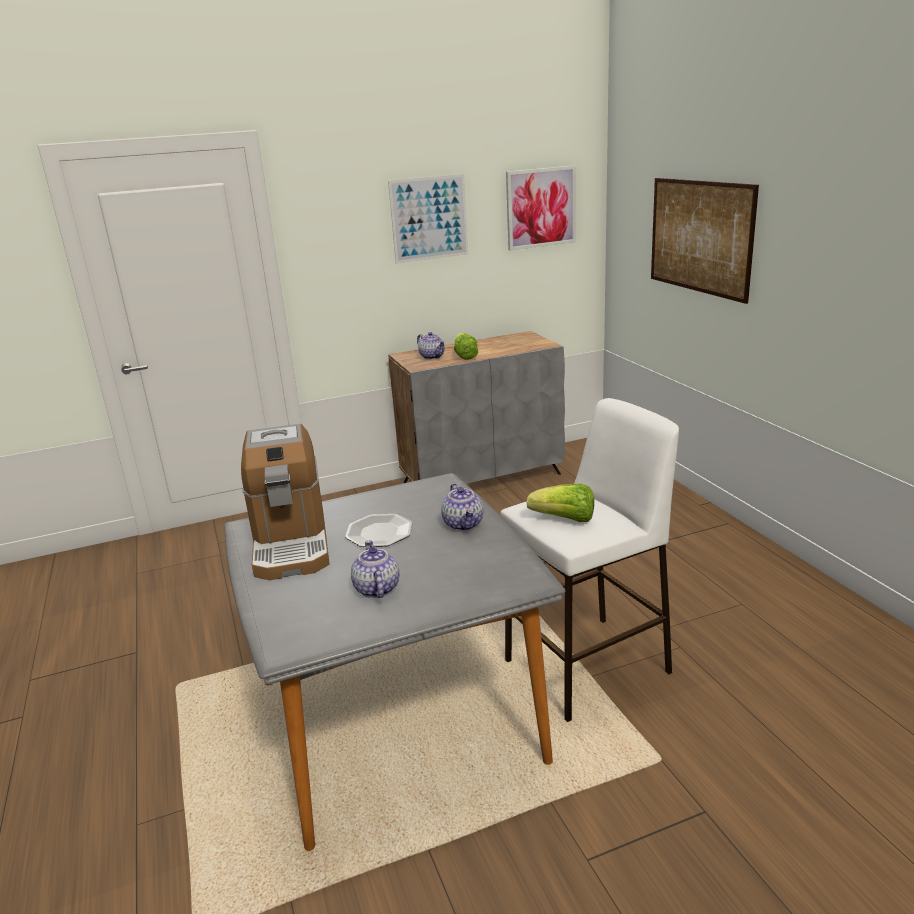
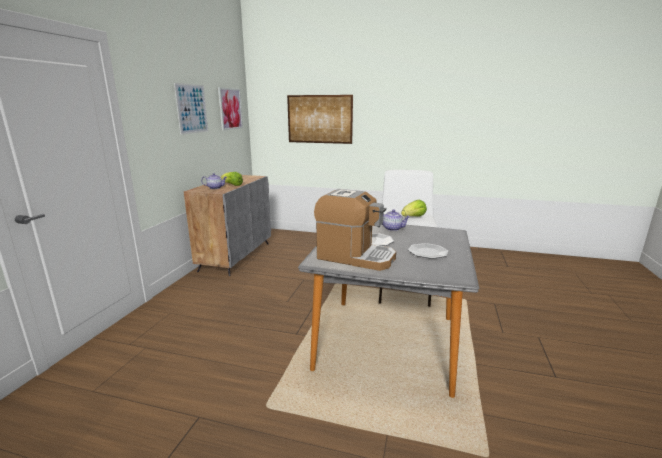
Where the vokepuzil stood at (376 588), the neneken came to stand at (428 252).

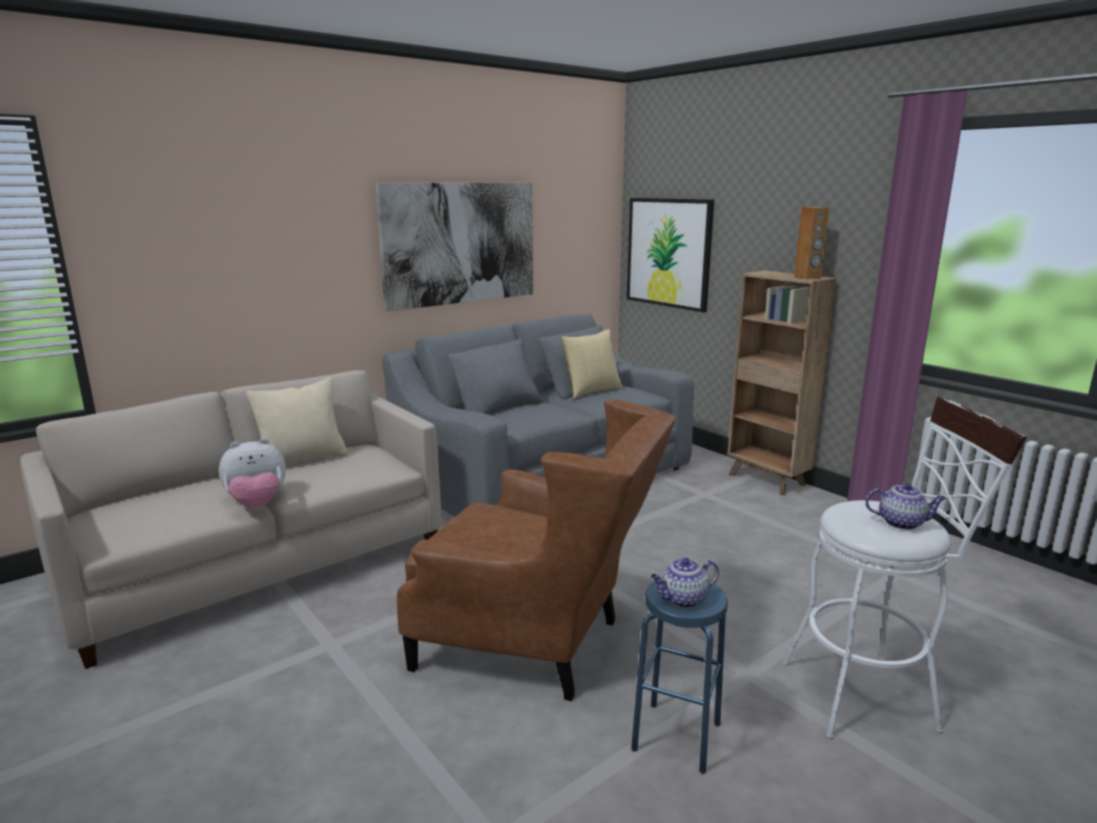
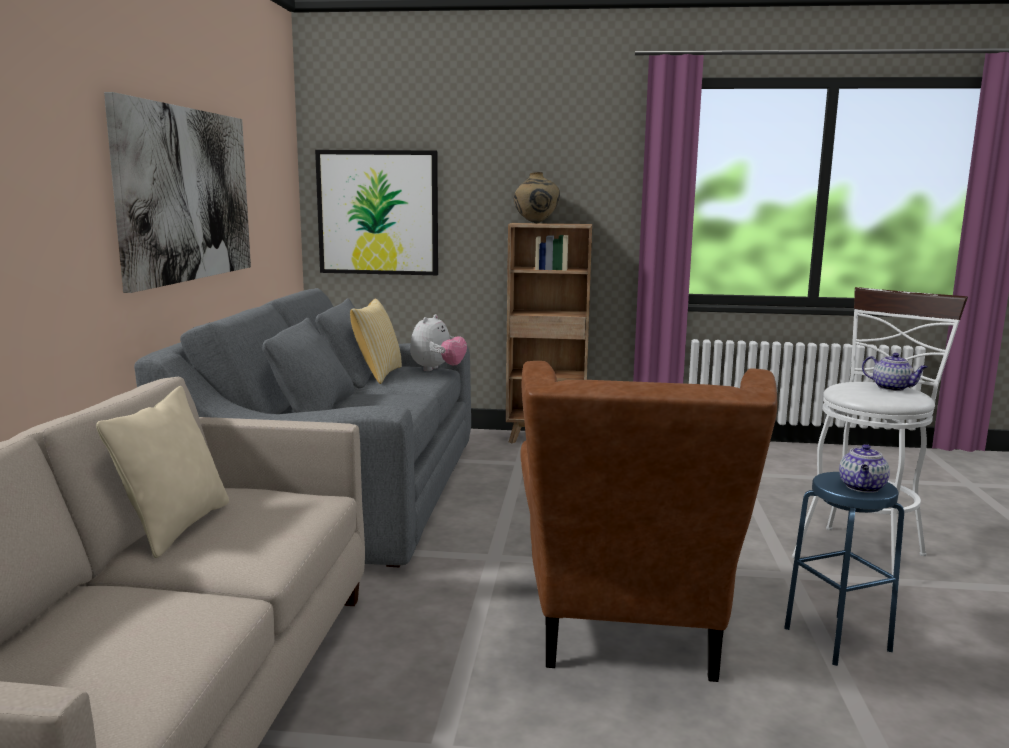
The second view lost the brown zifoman at (808 277). The second view gained the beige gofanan at (535 223). The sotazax ended up elsewhere, having gone from (257 505) to (437 369). The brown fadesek at (538 644) ended up facing another way, 120 degrees clockwise from before. The vokepuzil at (902 523) ended up facing another way, 75 degrees clockwise from before.

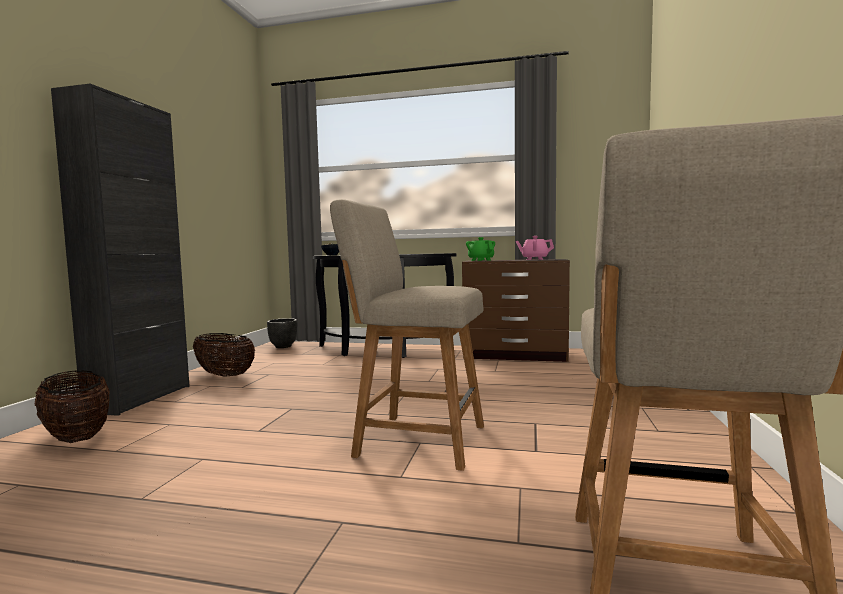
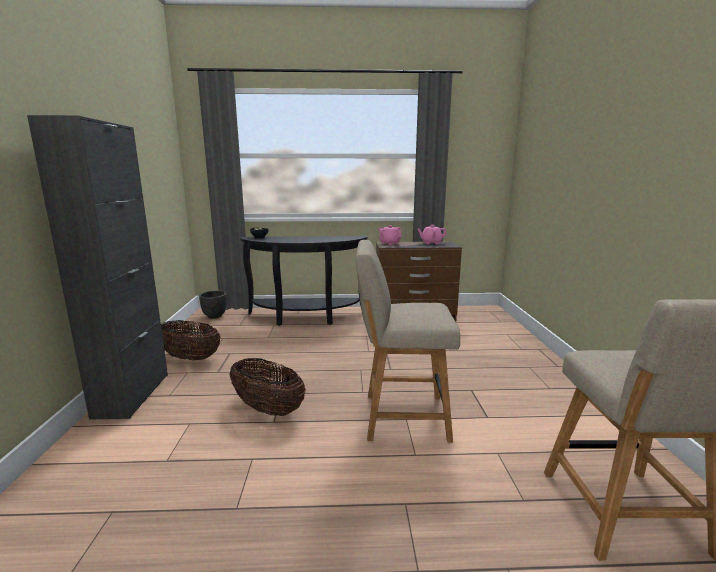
The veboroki ended up elsewhere, having gone from (77 437) to (268 409). What was the green vokepuzil at (480 260) turned into the pink vokepuzil at (389 243).

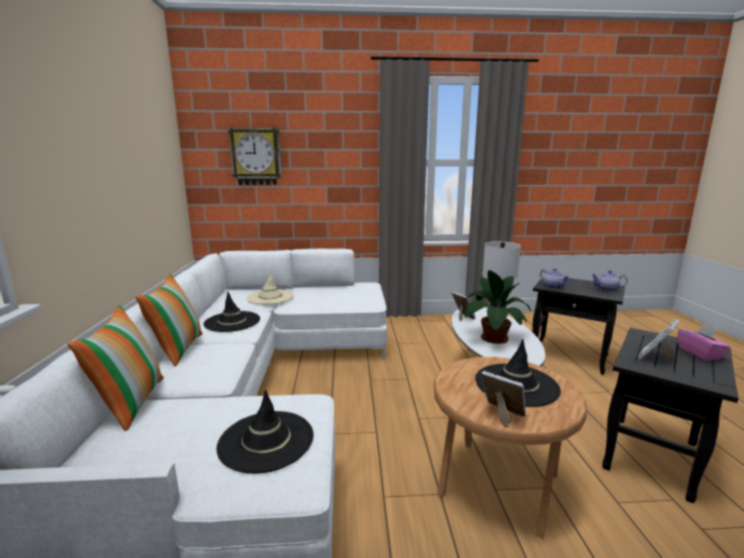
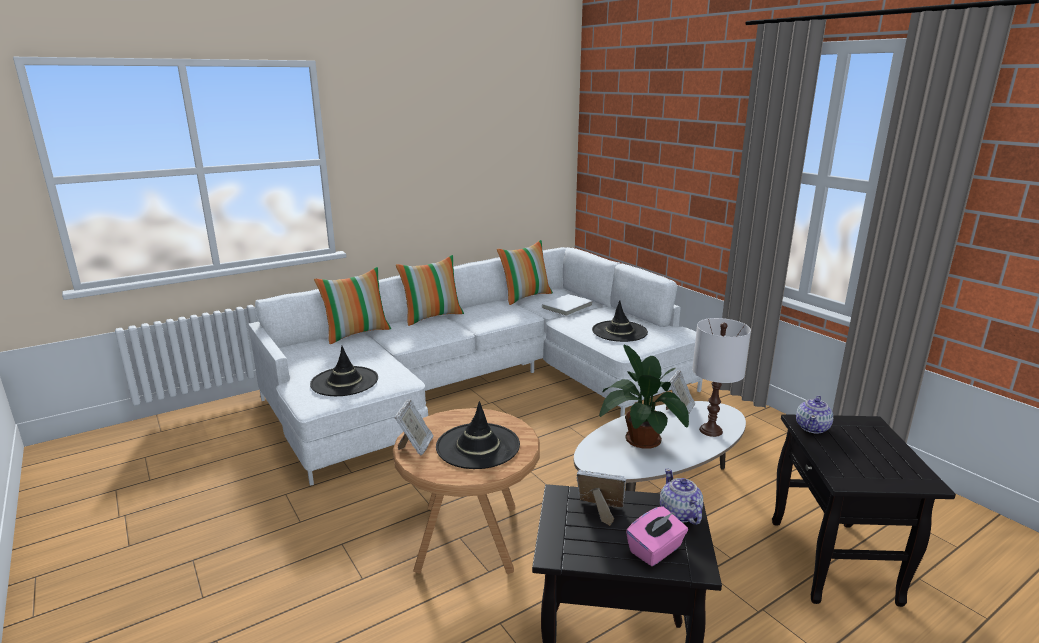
The second view lost the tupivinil at (256 156). The second view gained the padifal at (525 296). The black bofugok ended up elsewhere, having gone from (232 322) to (619 331). The vokepuzil ended up elsewhere, having gone from (607 289) to (679 514). Where the beige bofugok stood at (270 297), the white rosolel came to stand at (568 307).

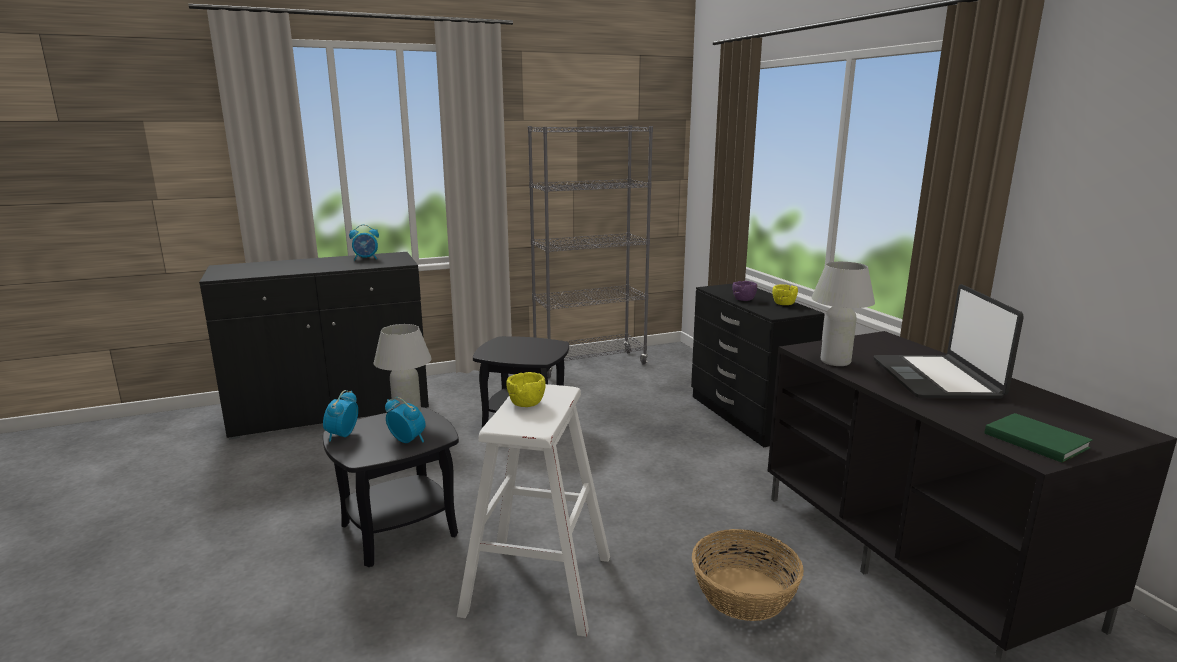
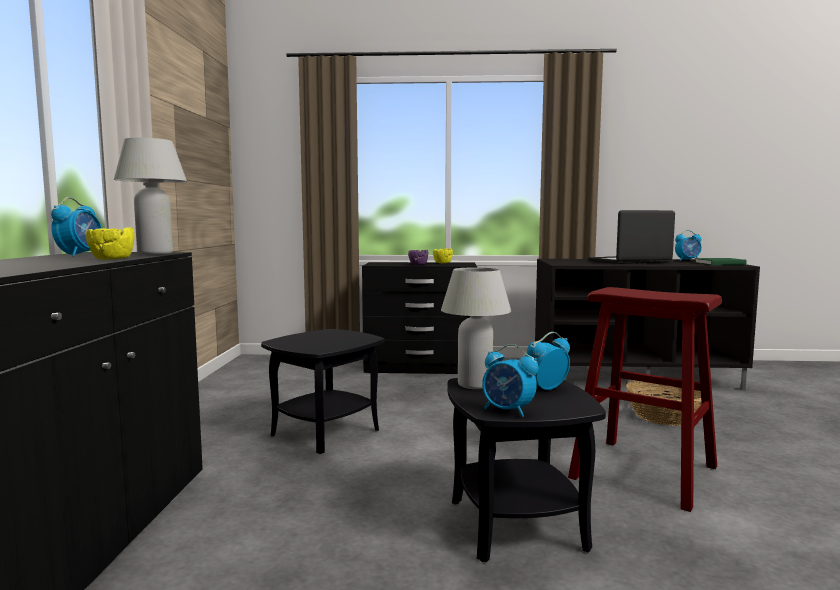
The second view lost the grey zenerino at (590 364). The second view gained the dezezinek at (688 260). The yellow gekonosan ended up elsewhere, having gone from (526 403) to (112 259). The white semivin ended up elsewhere, having gone from (835 362) to (155 253). What was the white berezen at (538 585) turned into the red berezen at (643 472). The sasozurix at (936 379) ended up facing another way, 135 degrees clockwise from before.

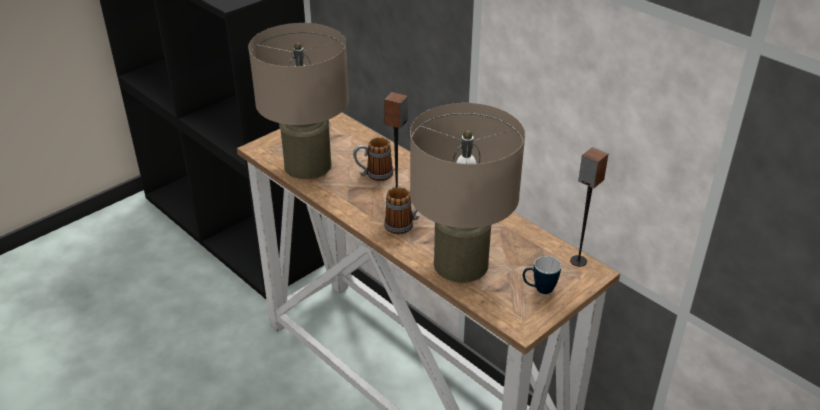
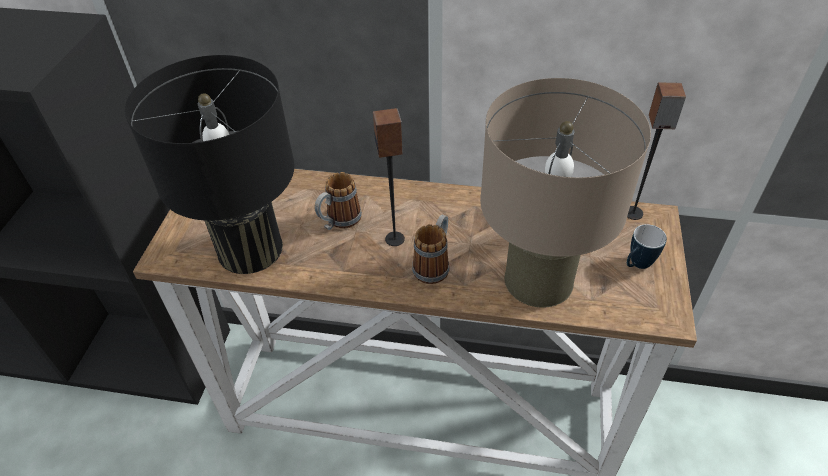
What was the beige semivin at (308 165) turned into the black semivin at (250 249).

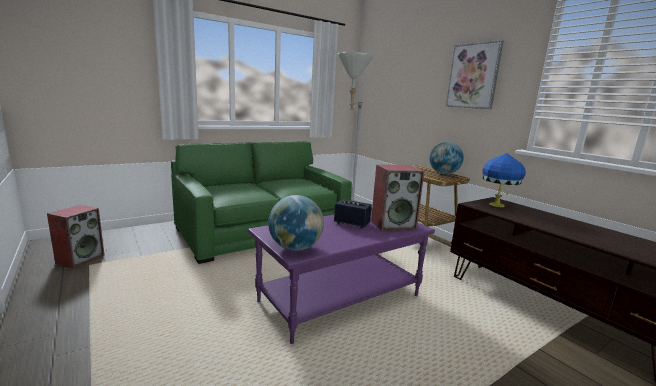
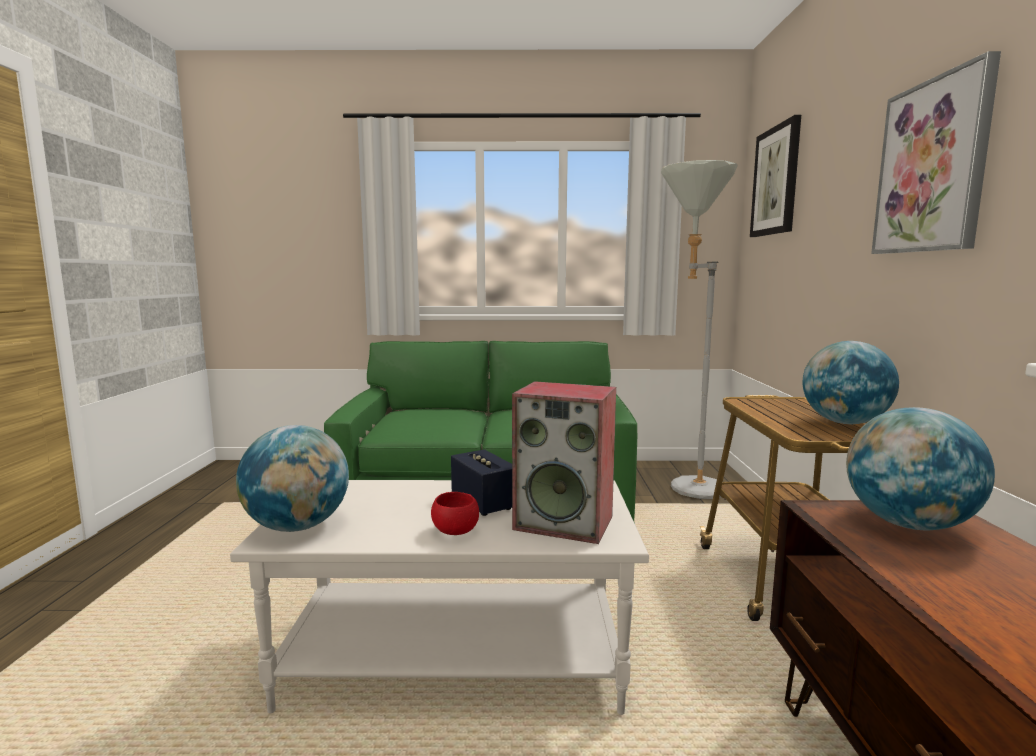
The second view lost the zifoman at (80 259). The second view gained the red gekonosan at (455 531). The second view gained the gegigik at (776 181). Where the blue semivin stood at (496 205), the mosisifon came to stand at (908 524). What was the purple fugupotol at (340 297) turned into the white fugupotol at (456 657).

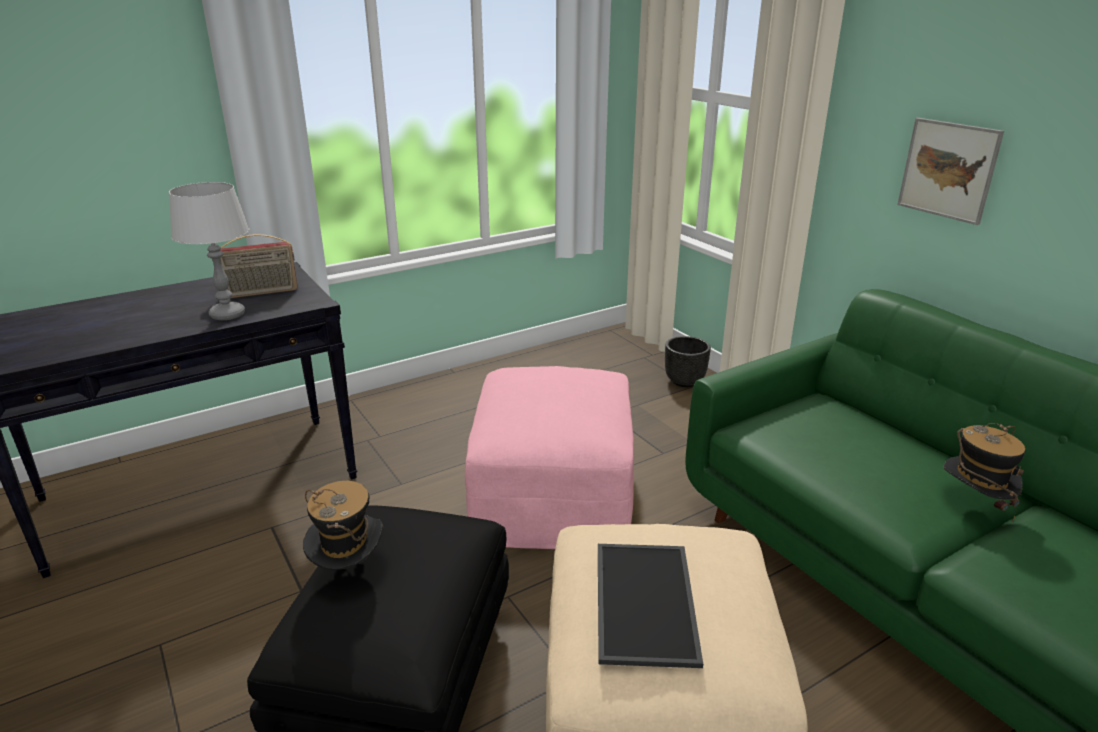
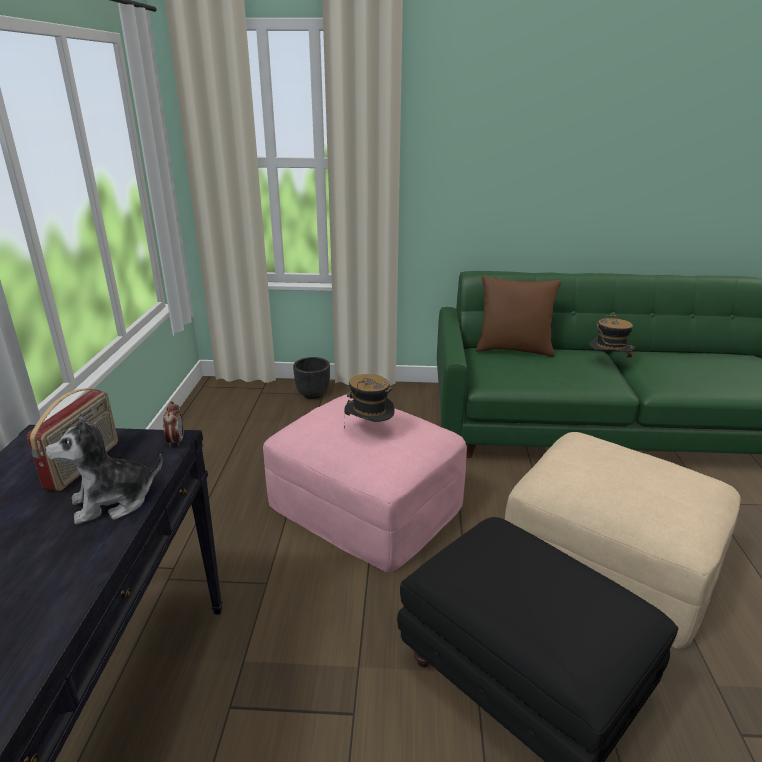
The second view lost the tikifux at (647 603). The second view lost the gegigik at (948 170). The second view gained the dezezinek at (176 441). The second view gained the brown padifal at (514 350). The bofugok ended up elsewhere, having gone from (349 572) to (369 432). Where the grey semivin stood at (227 315), the sotazax came to stand at (113 501).

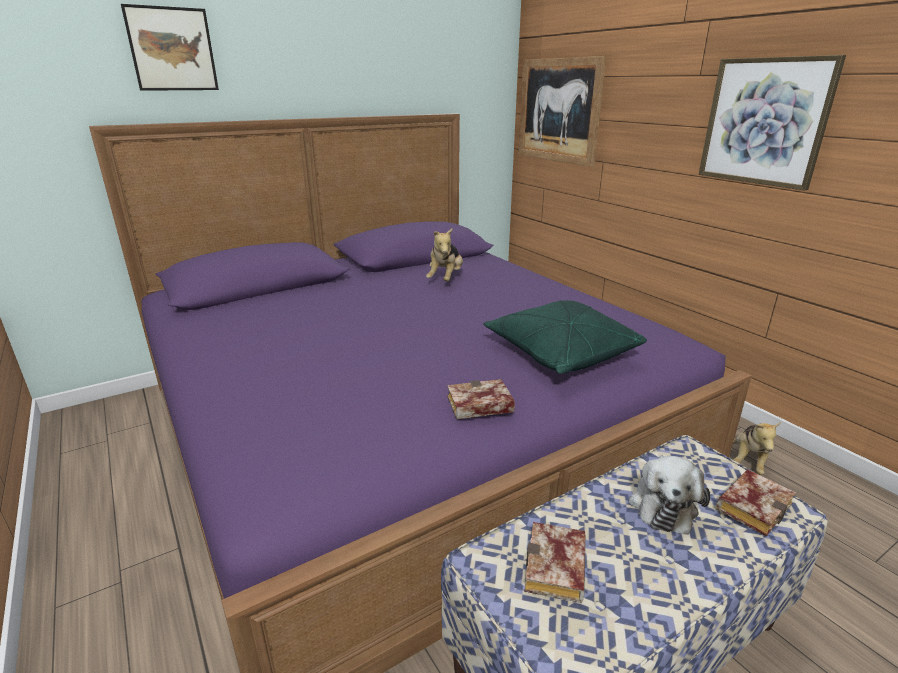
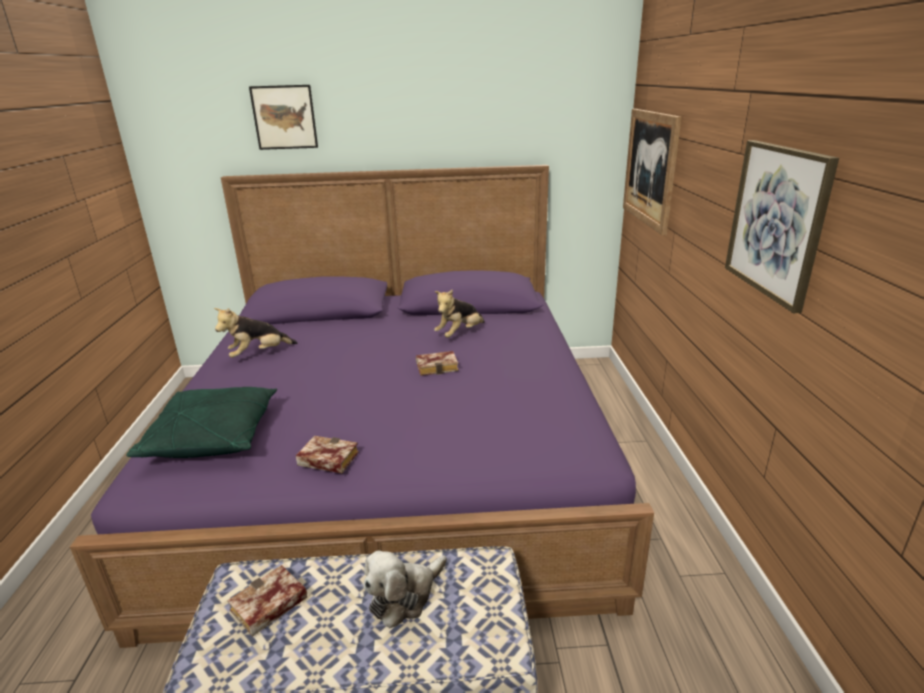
The green padifal ended up elsewhere, having gone from (560 353) to (213 437). The rosolel ended up elsewhere, having gone from (752 504) to (438 366). The sotazax ended up elsewhere, having gone from (748 461) to (258 354).

